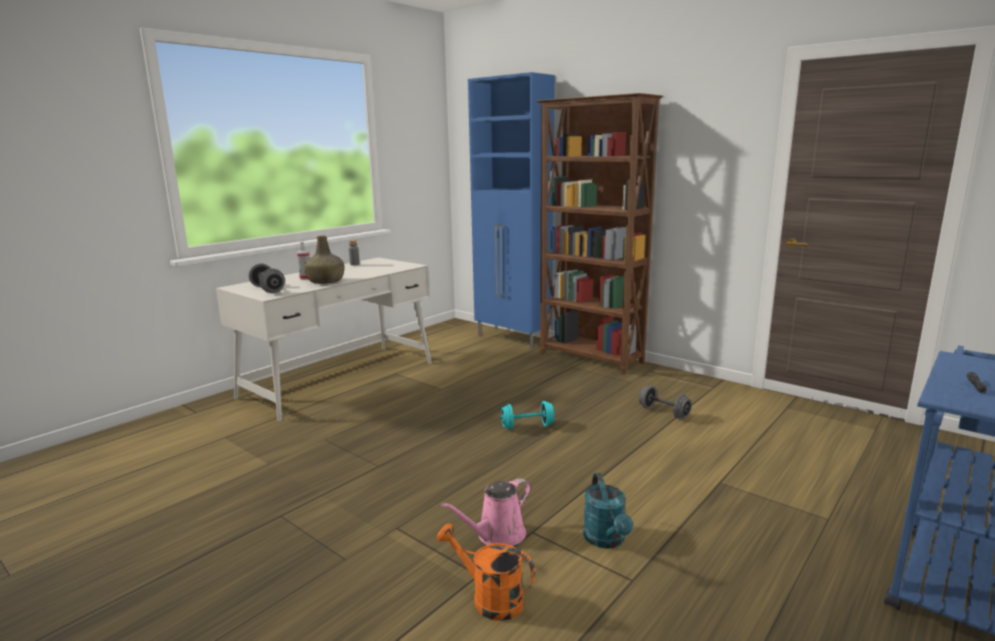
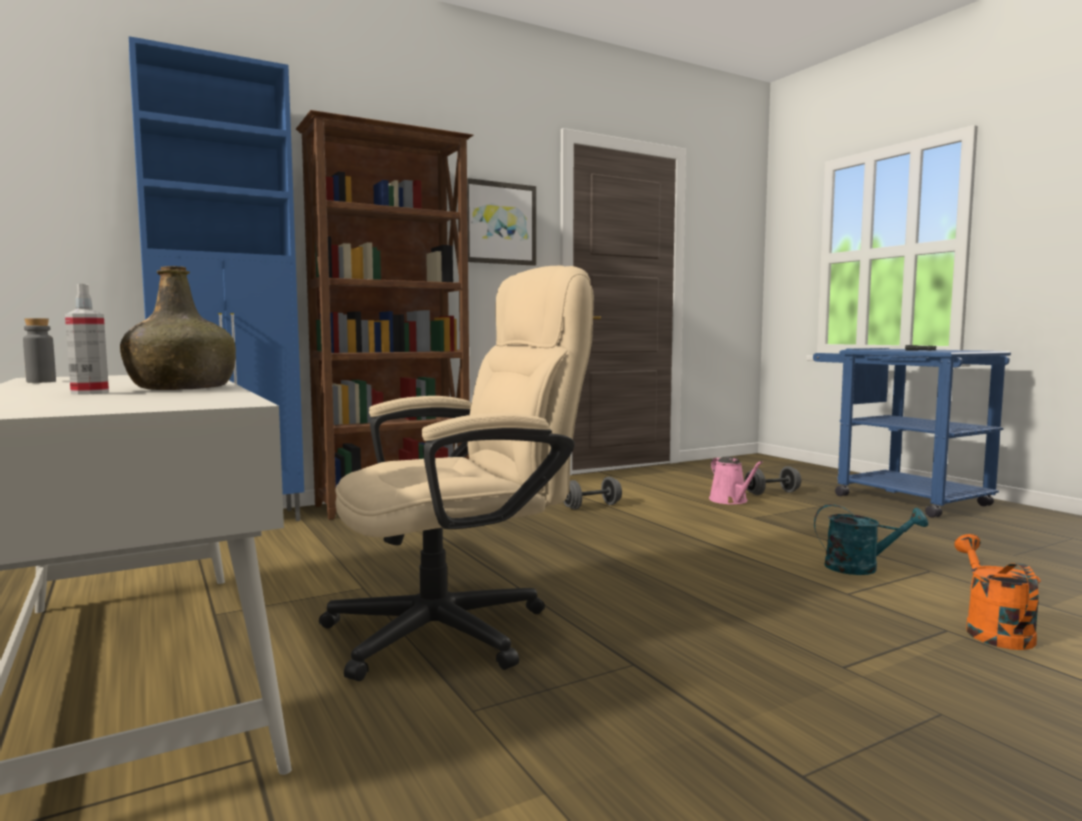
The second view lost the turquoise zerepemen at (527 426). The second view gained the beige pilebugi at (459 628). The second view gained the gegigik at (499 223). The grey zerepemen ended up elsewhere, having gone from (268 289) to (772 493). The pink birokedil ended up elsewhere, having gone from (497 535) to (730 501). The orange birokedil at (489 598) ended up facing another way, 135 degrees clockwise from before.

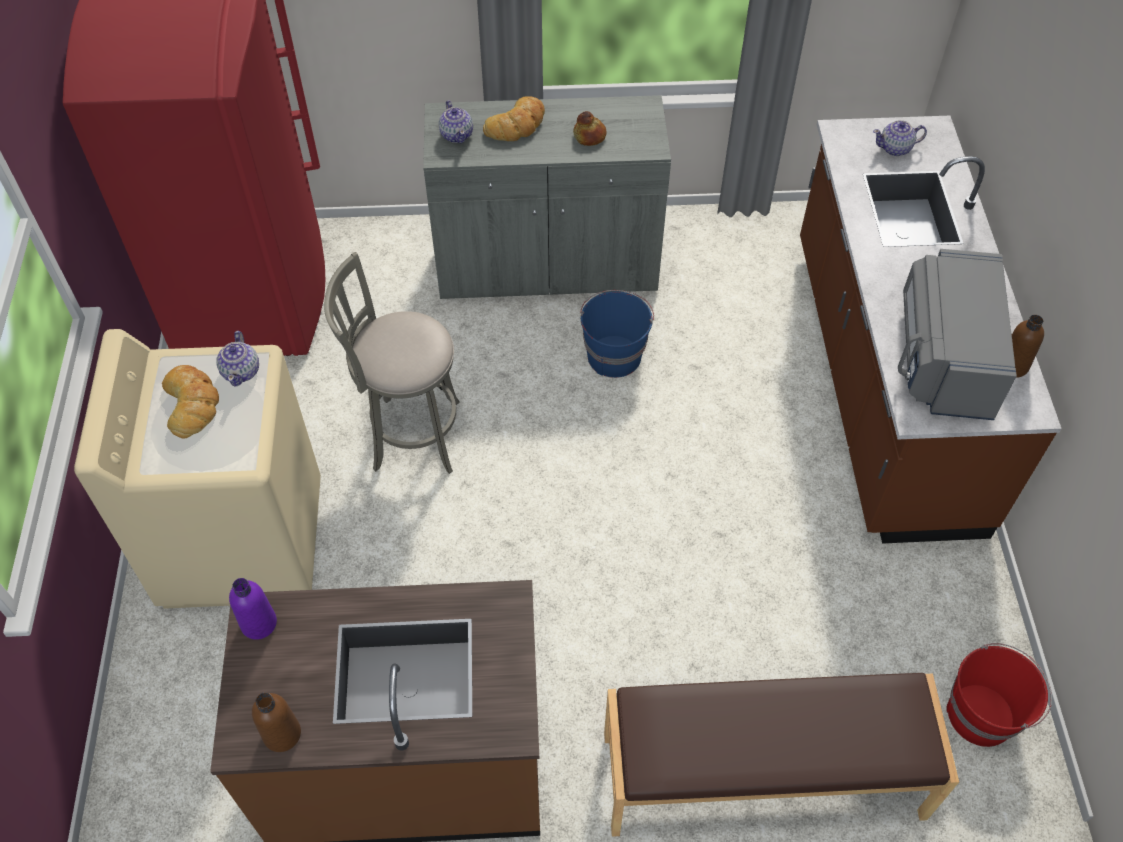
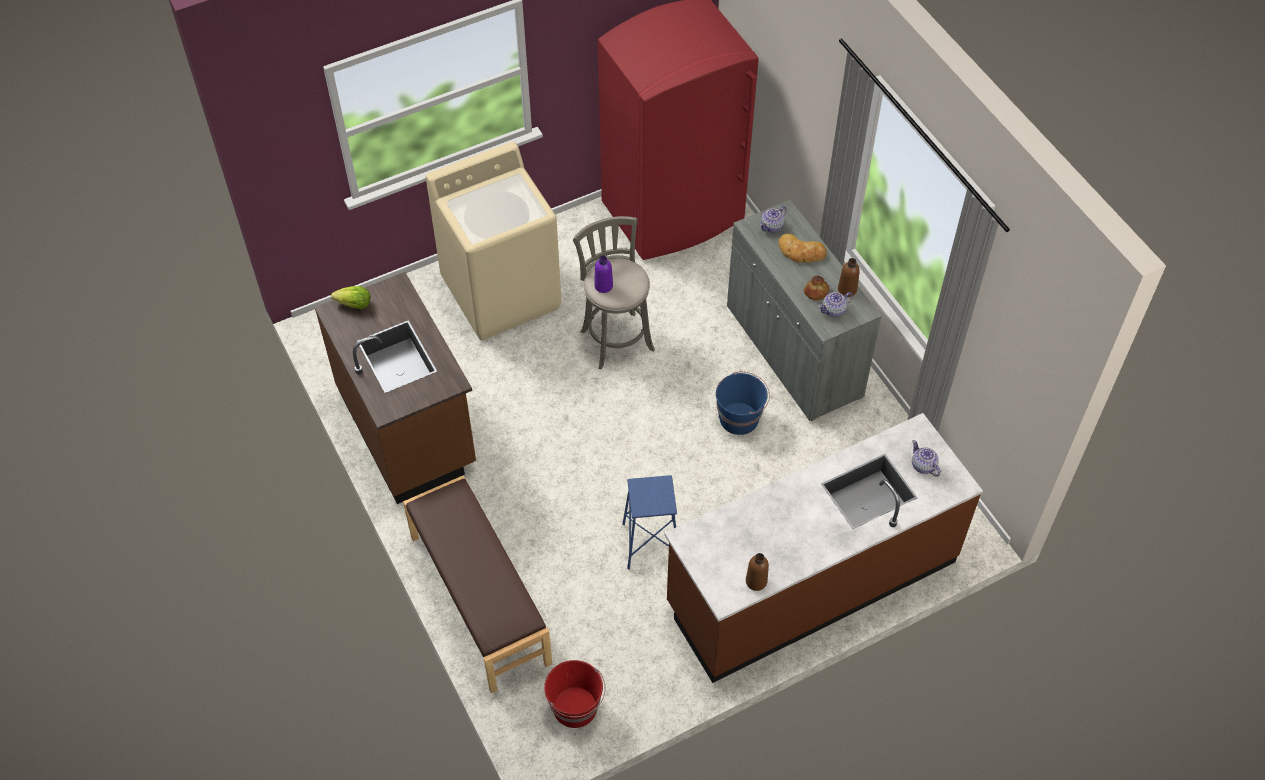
The second view lost the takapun at (192 403). The second view lost the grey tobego at (943 358). The second view gained the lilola at (354 305). The second view gained the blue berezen at (650 544). The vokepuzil ended up elsewhere, having gone from (241 371) to (834 310). The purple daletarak ended up elsewhere, having gone from (259 623) to (603 286). The brown daletarak ended up elsewhere, having gone from (282 734) to (847 289).

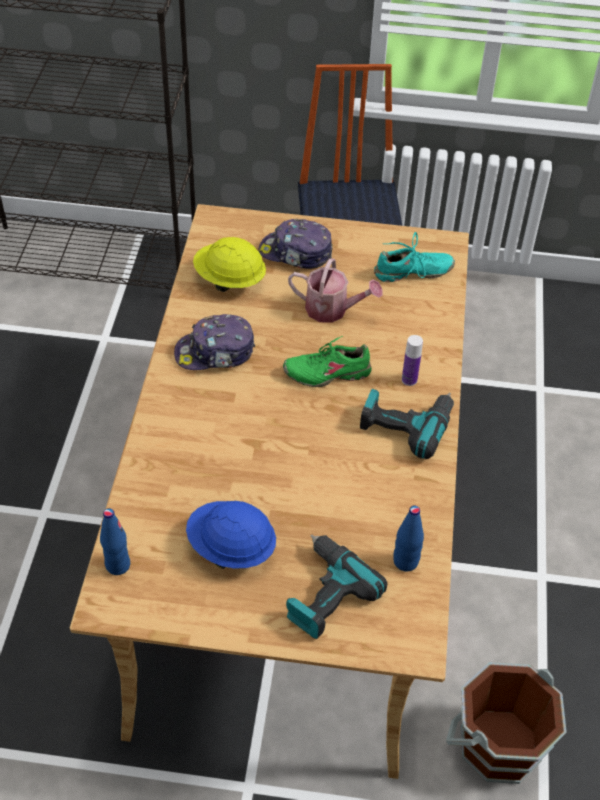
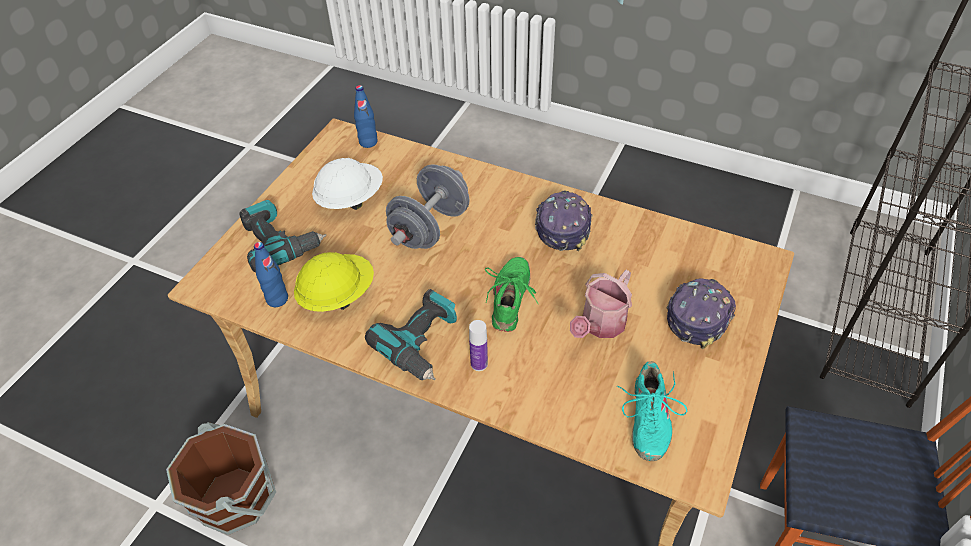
The second view gained the grey zerepemen at (430 227). The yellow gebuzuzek ended up elsewhere, having gone from (229 280) to (337 295). What was the blue gebuzuzek at (231 548) turned into the white gebuzuzek at (350 199).

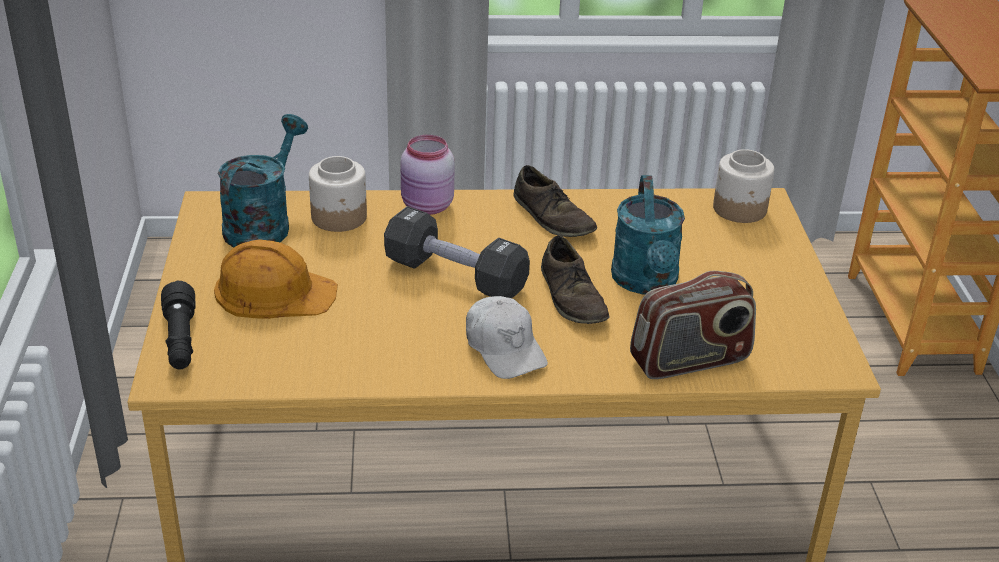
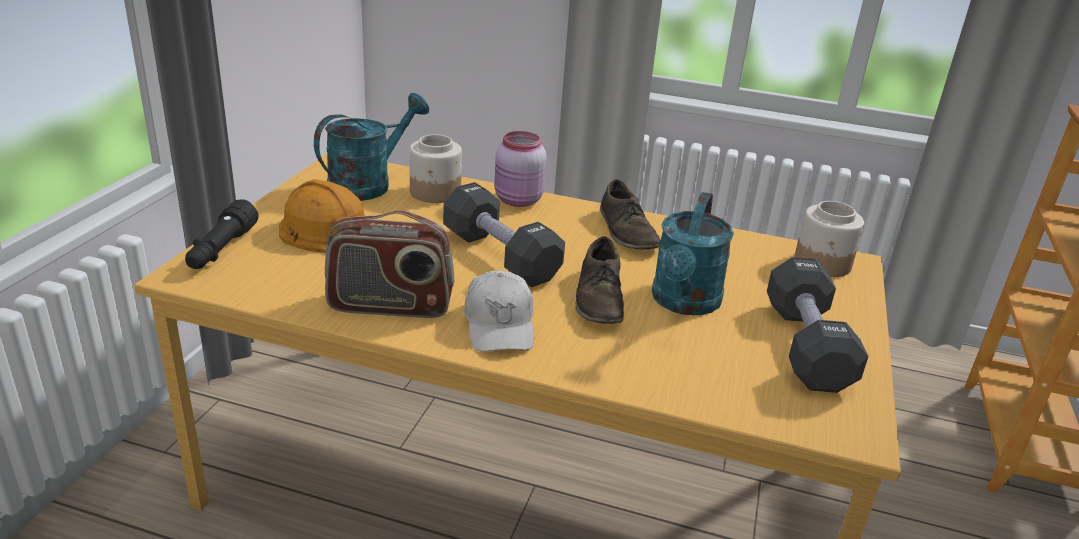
The second view gained the black zerepemen at (806 346). The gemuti ended up elsewhere, having gone from (690 360) to (390 305).

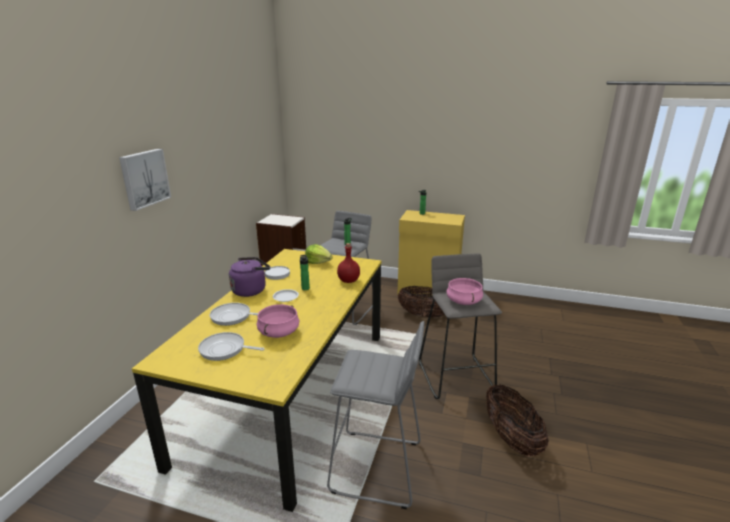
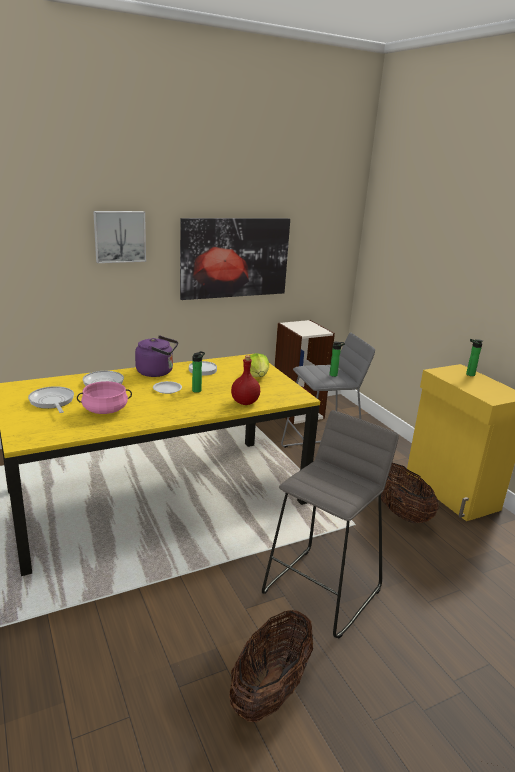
The second view lost the grey berezen at (376 468). The second view lost the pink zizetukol at (464 301). The second view gained the gegigik at (235 257).

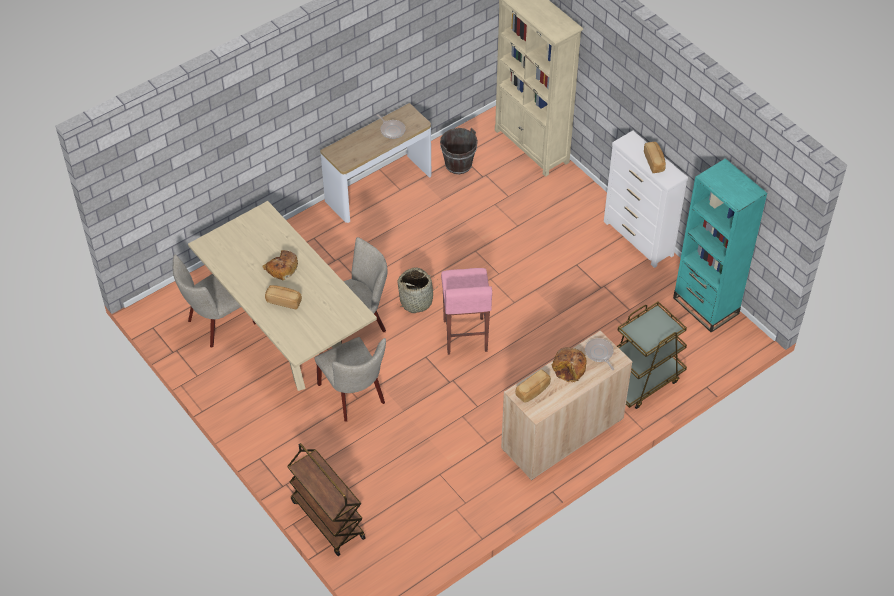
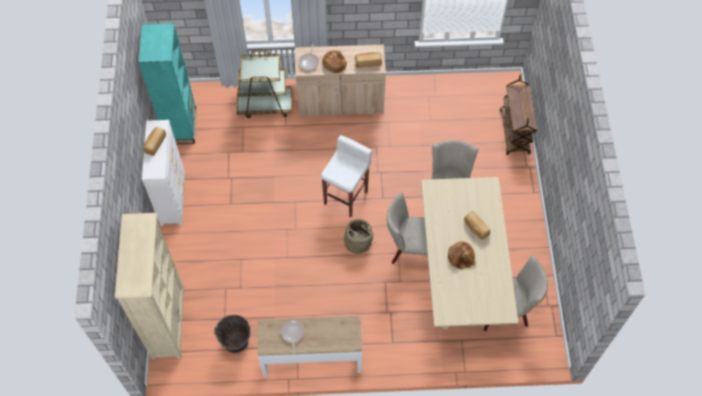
What was the pink berezen at (464 336) turned into the white berezen at (346 197).

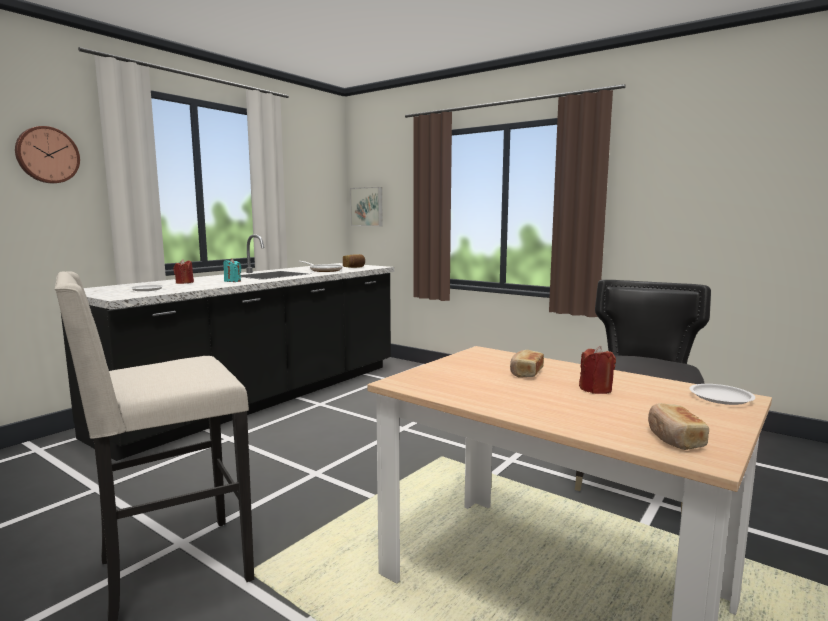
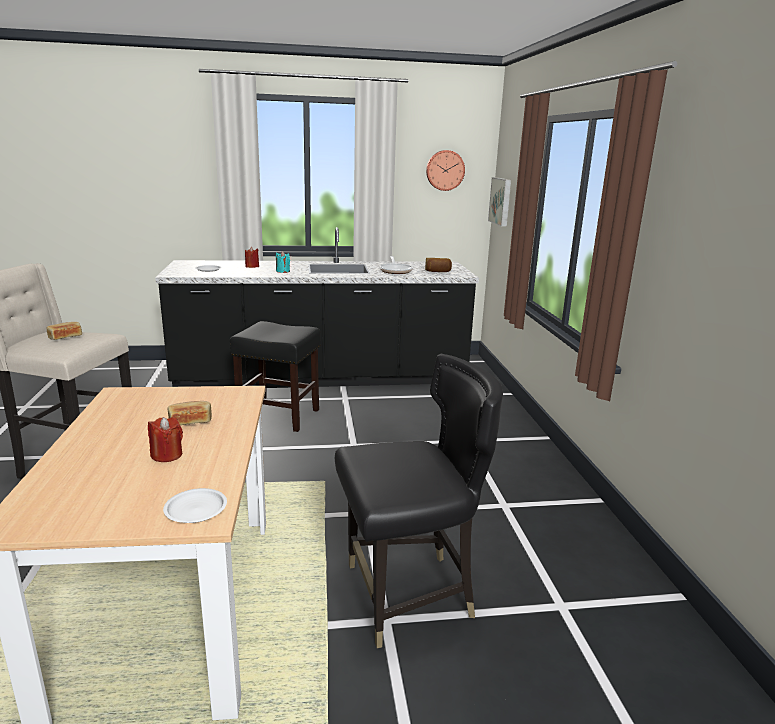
The second view gained the black berezen at (280 415). The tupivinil ended up elsewhere, having gone from (47 155) to (445 170). The takapun ended up elsewhere, having gone from (674 439) to (65 337).

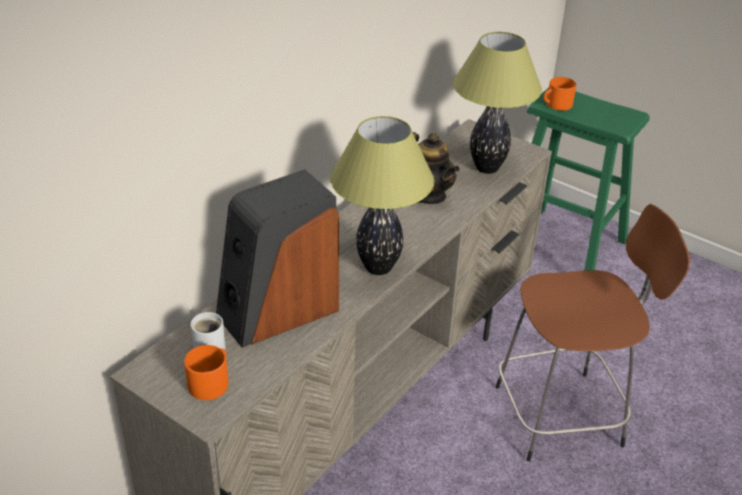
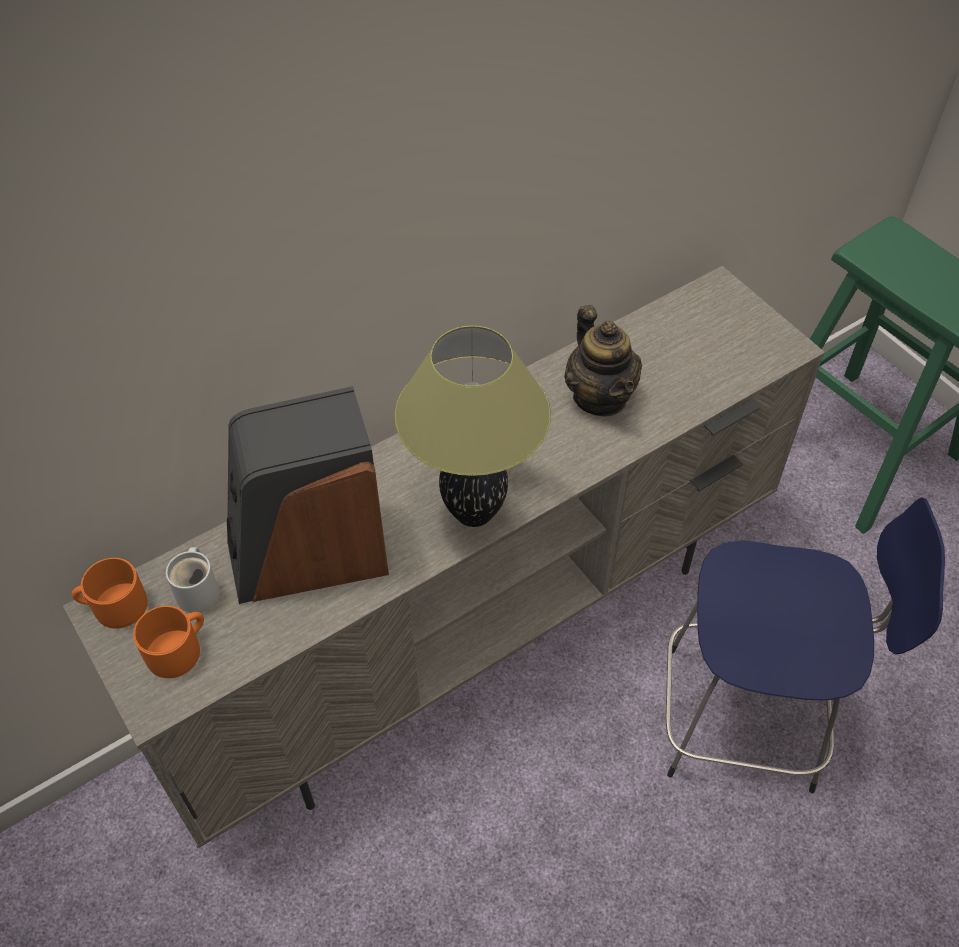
The second view lost the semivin at (487 168). The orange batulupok ended up elsewhere, having gone from (556 104) to (113 606). What was the brown berezen at (563 415) turned into the blue berezen at (746 719).

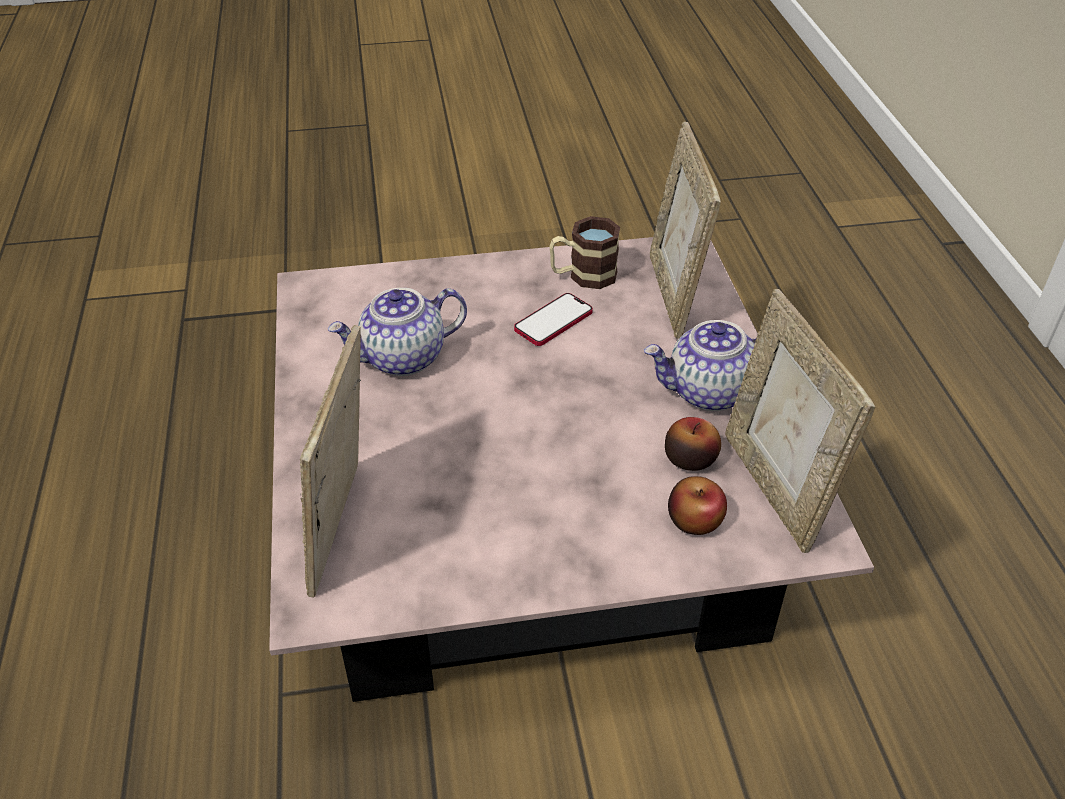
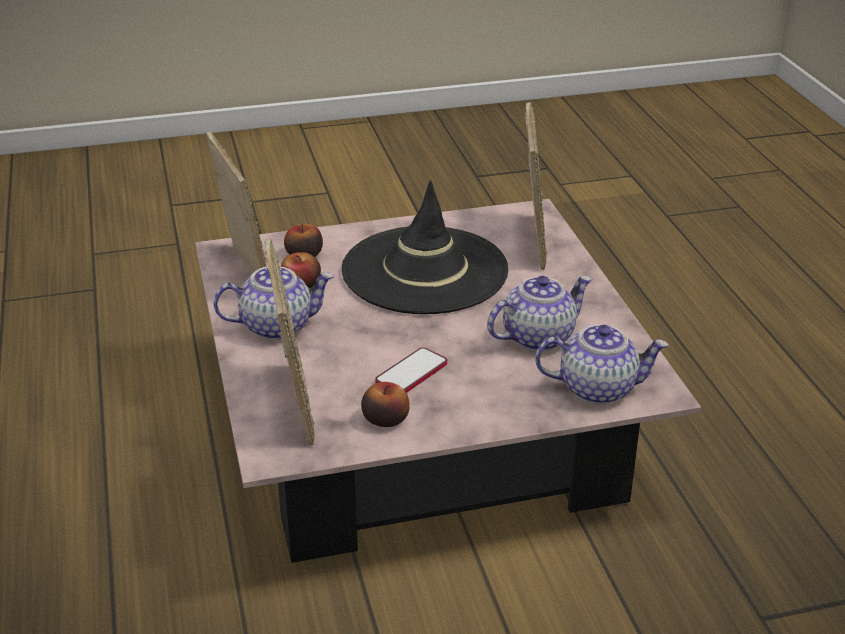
The second view gained the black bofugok at (424 270). The second view gained the vokepuzil at (598 388). Where the batulupok stood at (583 276), the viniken came to stand at (385 419).

